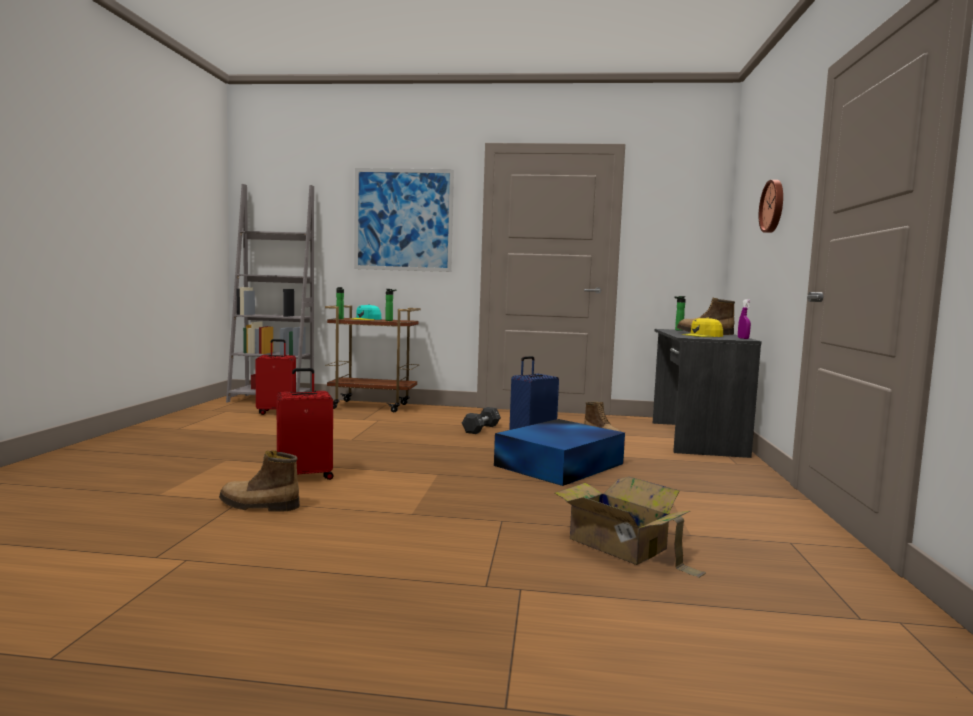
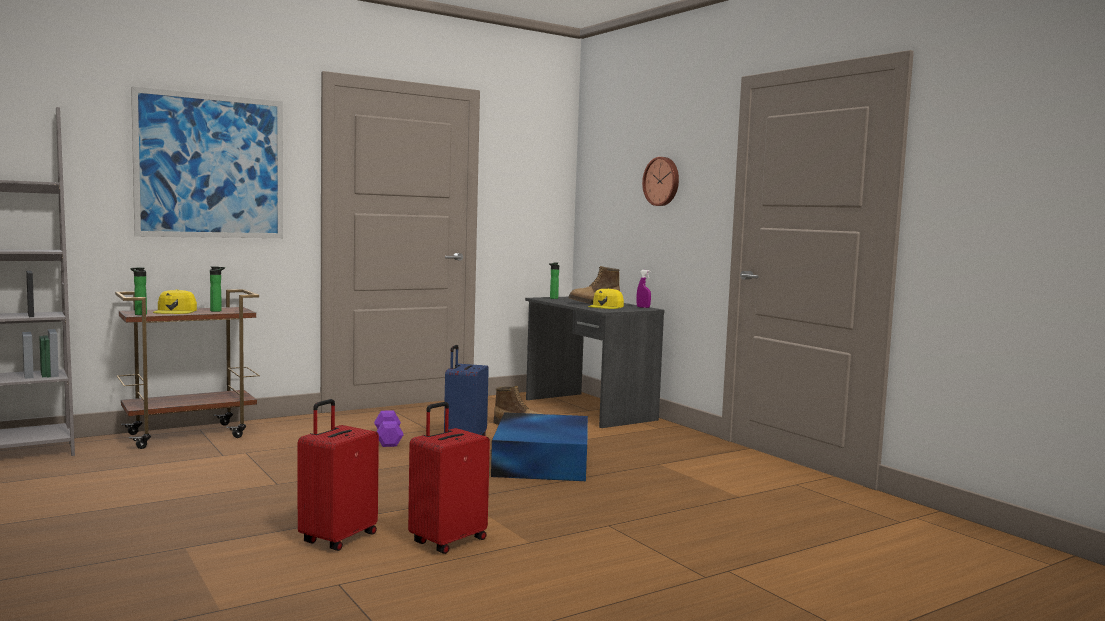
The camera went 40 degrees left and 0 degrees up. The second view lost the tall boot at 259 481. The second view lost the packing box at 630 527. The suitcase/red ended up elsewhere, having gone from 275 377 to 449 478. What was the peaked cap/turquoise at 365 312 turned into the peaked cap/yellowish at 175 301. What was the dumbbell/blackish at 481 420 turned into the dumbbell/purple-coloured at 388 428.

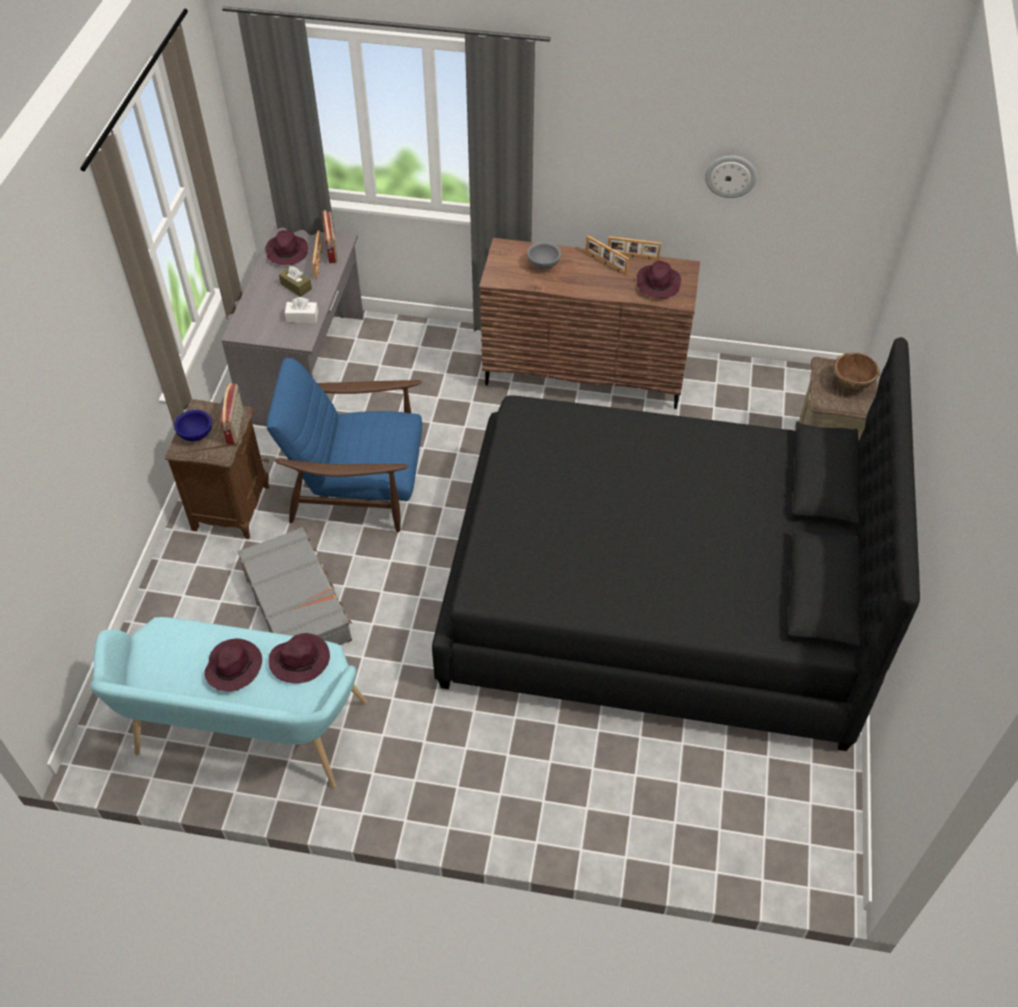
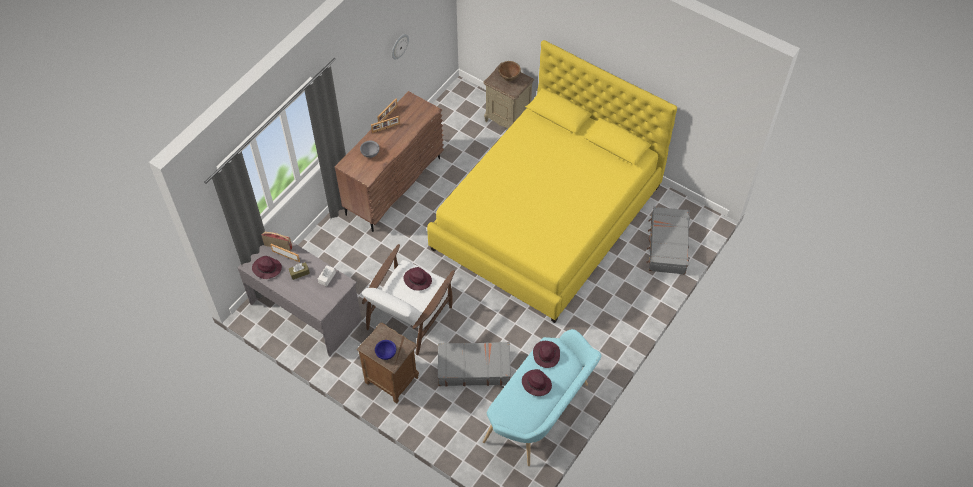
The camera went 65 degrees left and 5 degrees up. The second view lost the radio set at 231 413. The second view gained the suitcase/grey at 668 240. The wearable hat/purple-coloured ended up elsewhere, having gone from 659 279 to 417 279. What was the easy chair/blue at 344 445 turned into the easy chair/white-coloured at 408 299. What was the bed/blackish at 676 544 turned into the bed/yellowish at 552 181.

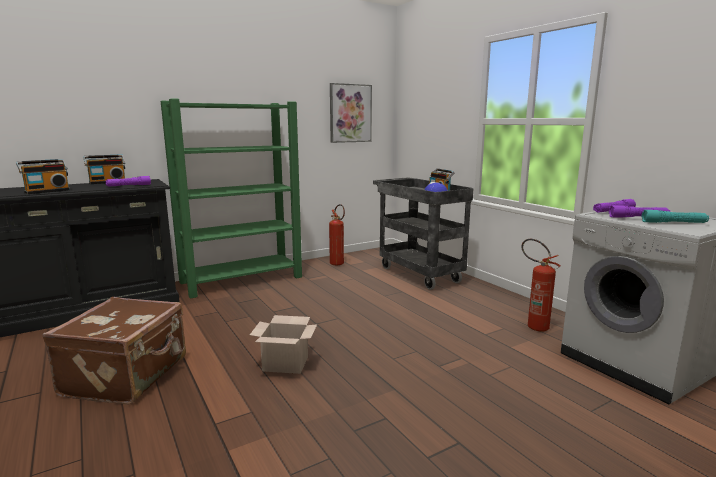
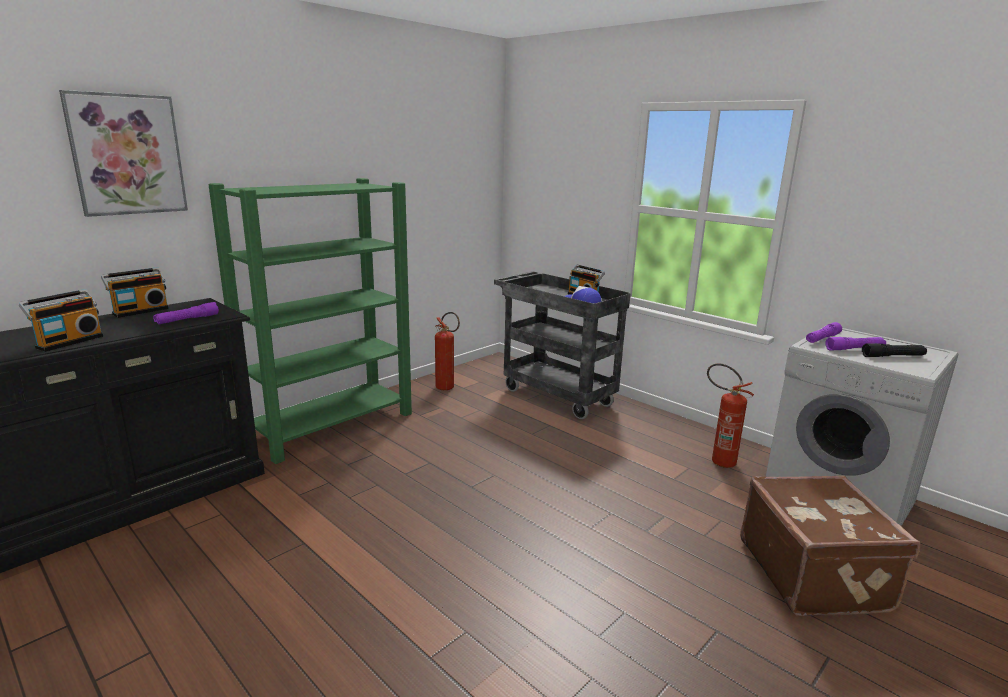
The camera went 15 degrees left and 5 degrees up. The second view lost the packing box at 283 344. The suitcase/brownish ended up elsewhere, having gone from 114 350 to 830 545. The picture ended up elsewhere, having gone from 351 113 to 123 153. What was the hand torch/turquoise at 675 216 turned into the hand torch/blackish at 894 350.

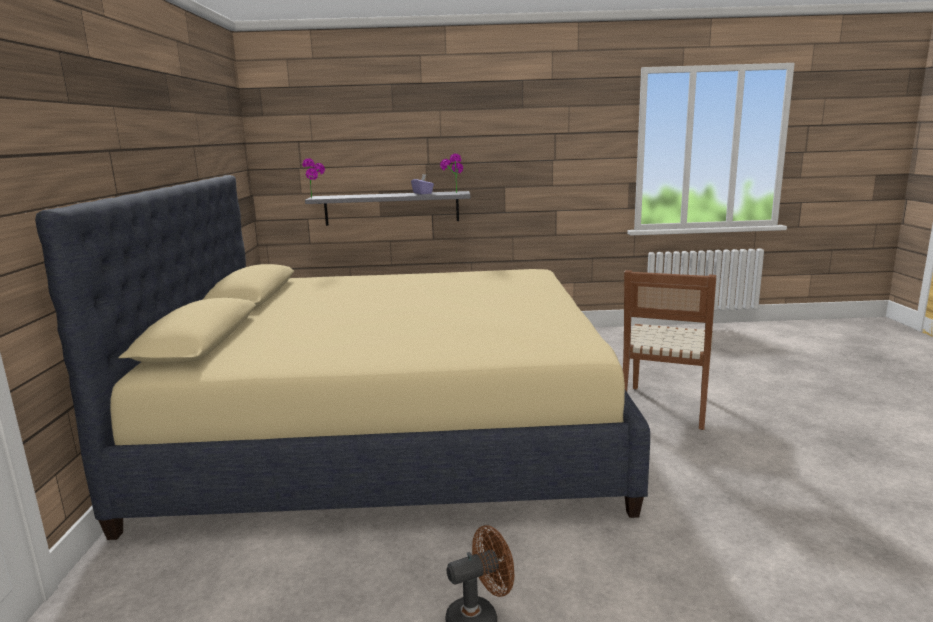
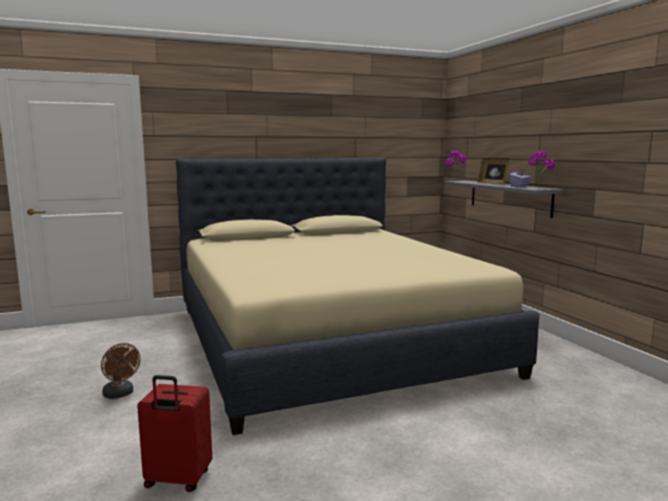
The camera went 70 degrees right and 5 degrees down. The second view lost the plain chair at 669 350. The second view gained the suitcase/red at 174 433. The second view gained the standing frame at 493 171.

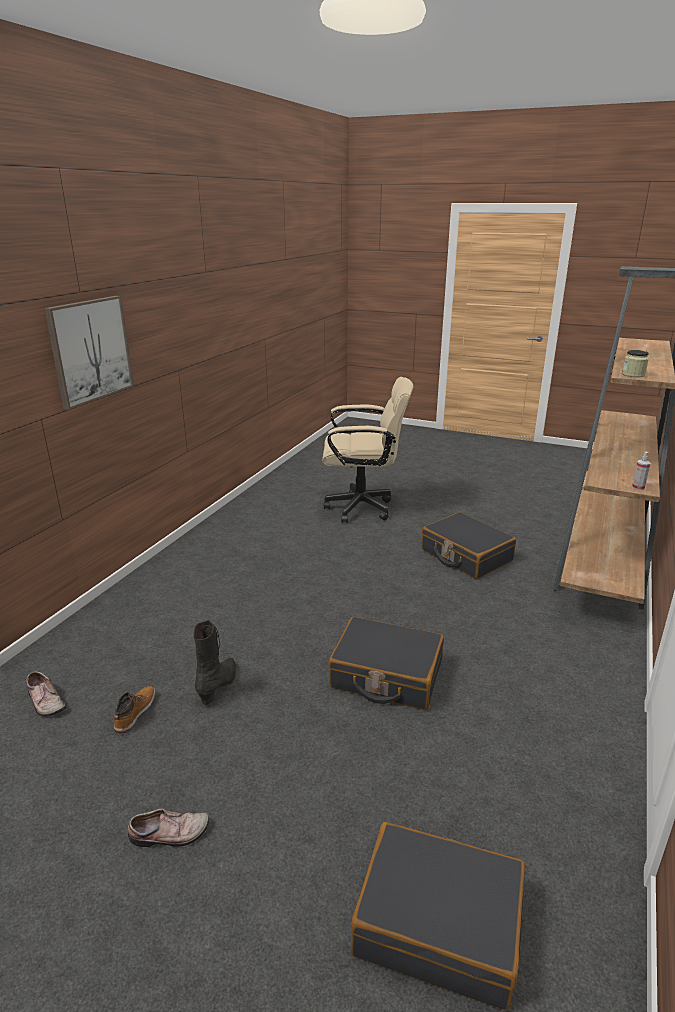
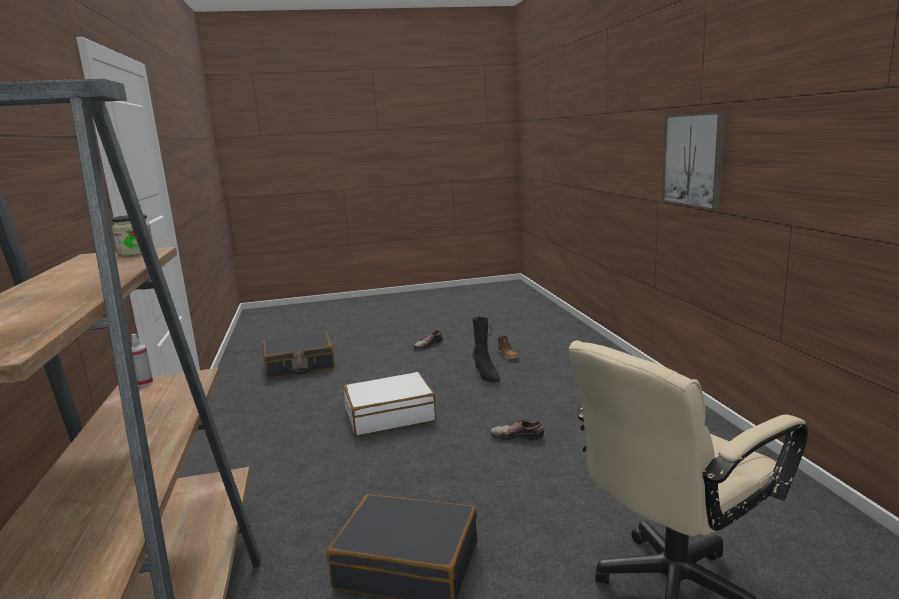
The camera went 145 degrees right and 10 degrees down. The shoe ended up elsewhere, having gone from 47 694 to 517 430. What was the suitcase/blackish at 386 663 turned into the suitcase/white-coloured at 389 404.

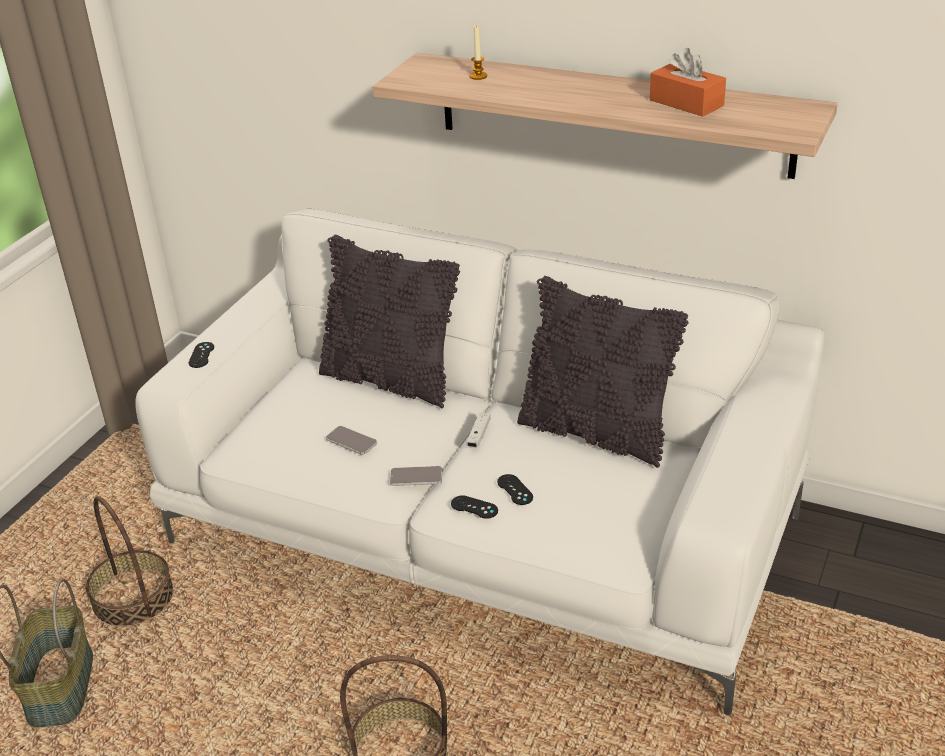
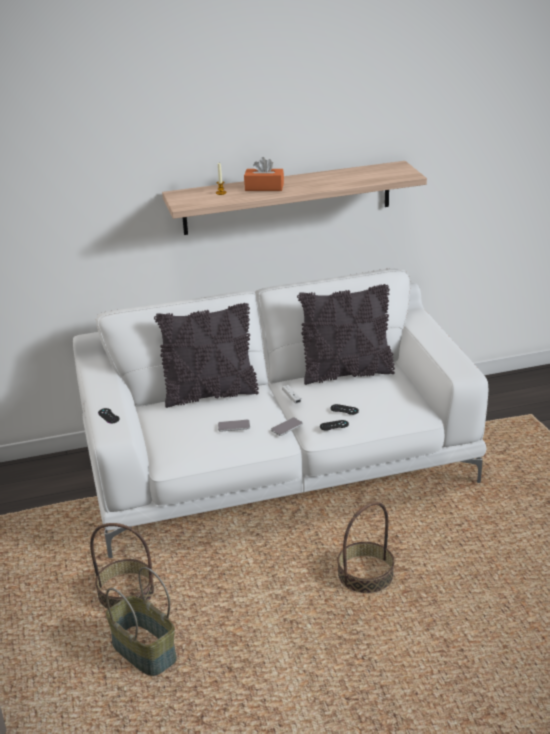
The camera went 40 degrees left and 5 degrees down. The box of tissues/orangey ended up elsewhere, having gone from 688 82 to 264 174.

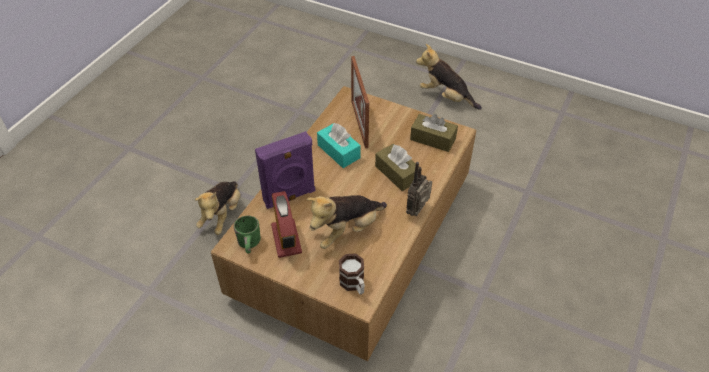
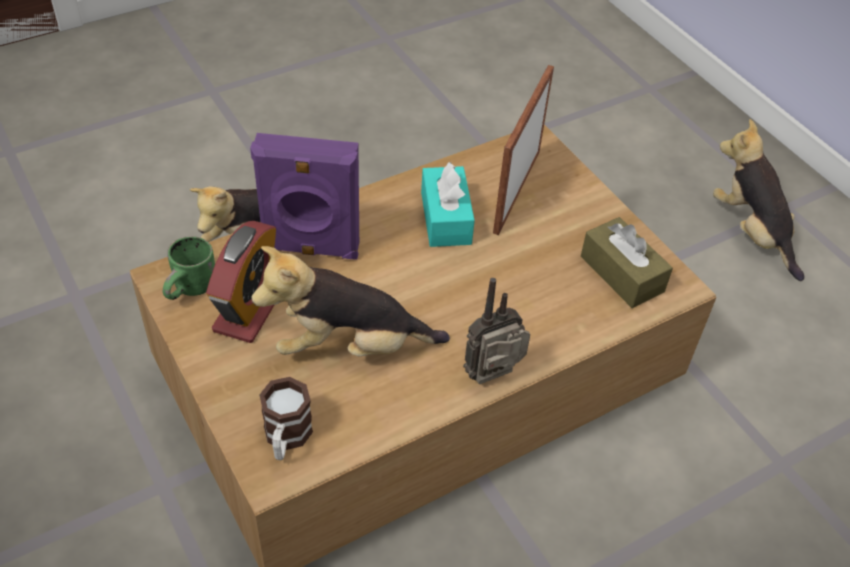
The camera went 30 degrees right and 0 degrees up. The second view lost the box of tissues/brownish at 397 167.

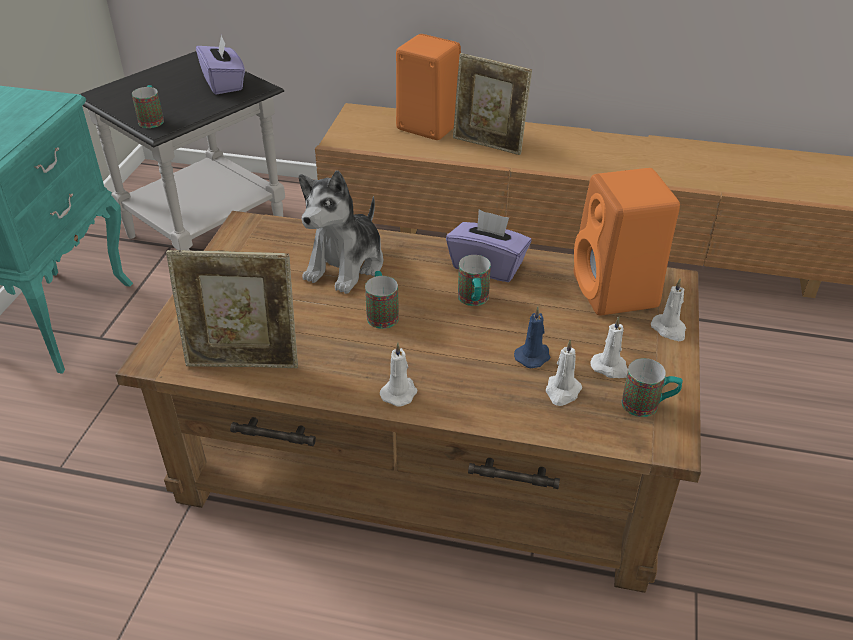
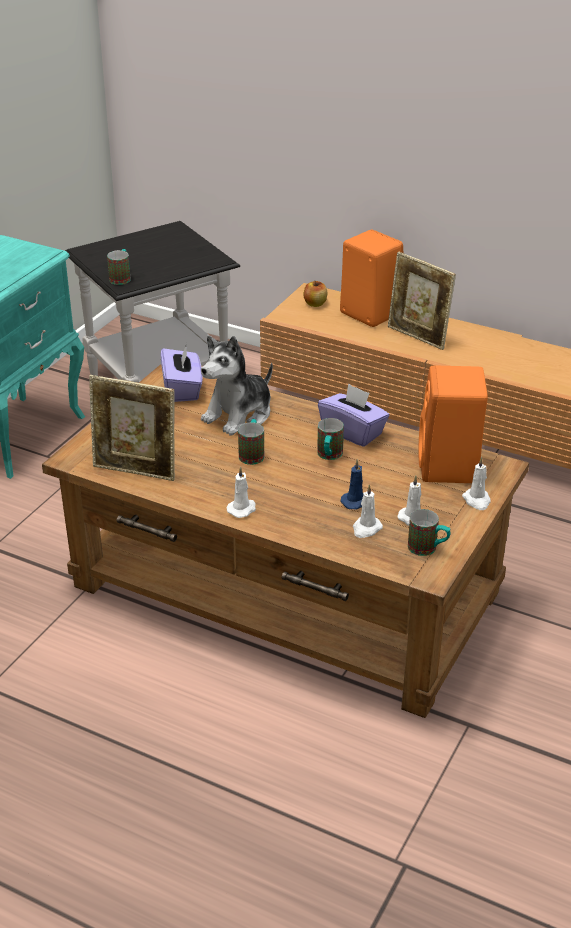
The camera went 15 degrees right and 5 degrees down. The second view gained the apple at 315 294. The box of tissues/purple-coloured ended up elsewhere, having gone from 220 64 to 181 372.

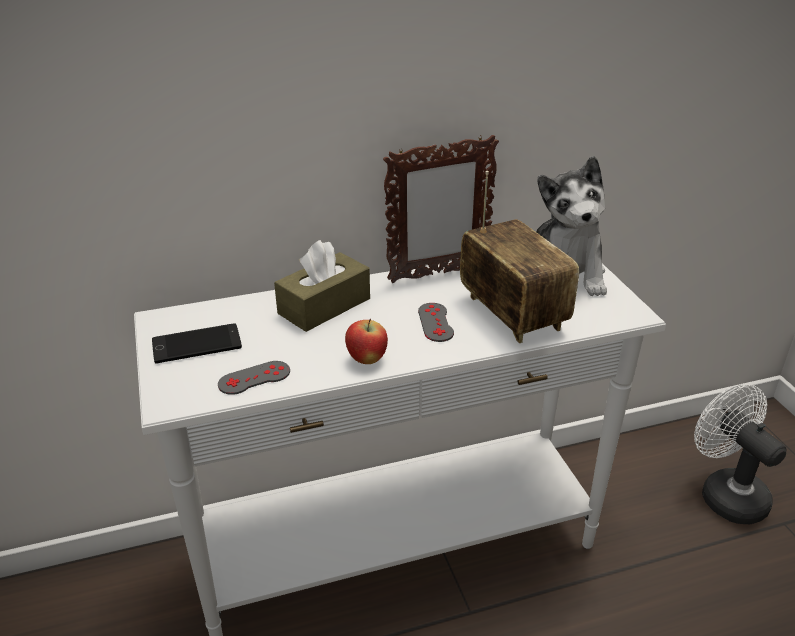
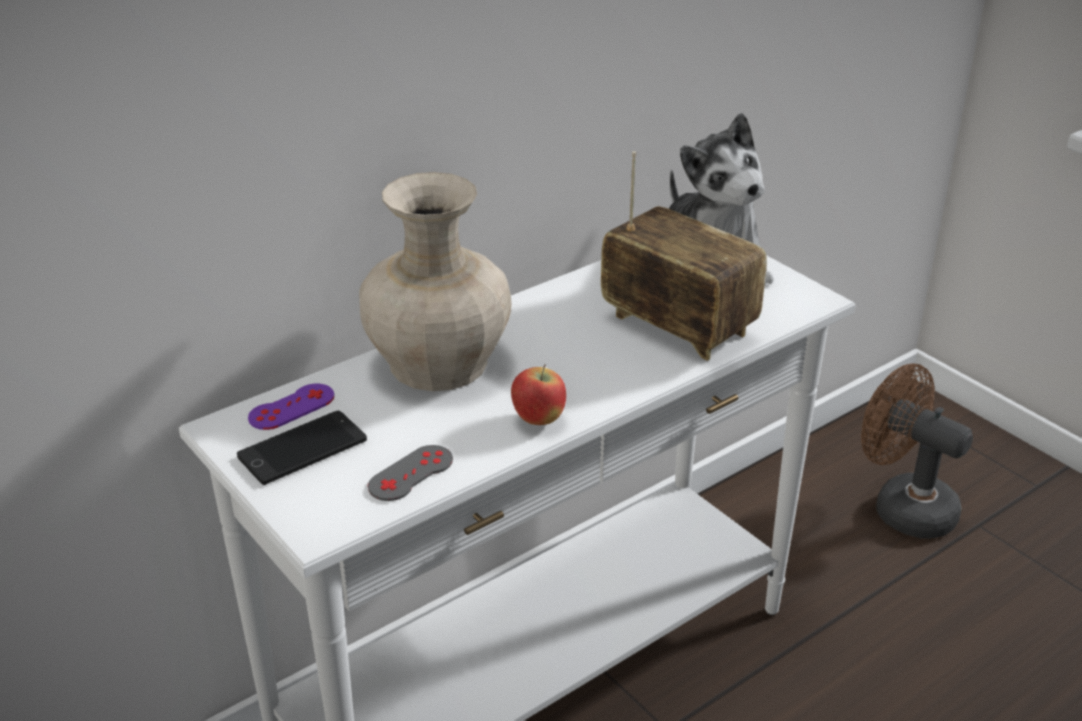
The camera went 20 degrees left and 0 degrees up. The second view lost the standing frame at 441 209. The second view lost the joypad/grey at 436 322. The second view gained the joypad/purple-coloured at 291 407. Where the box of tissues/brownish stood at 322 286, the flower vase/beige-coloured came to stand at 435 281. What was the electric fan/white-coloured at 740 454 turned into the electric fan/brownish at 917 451.

